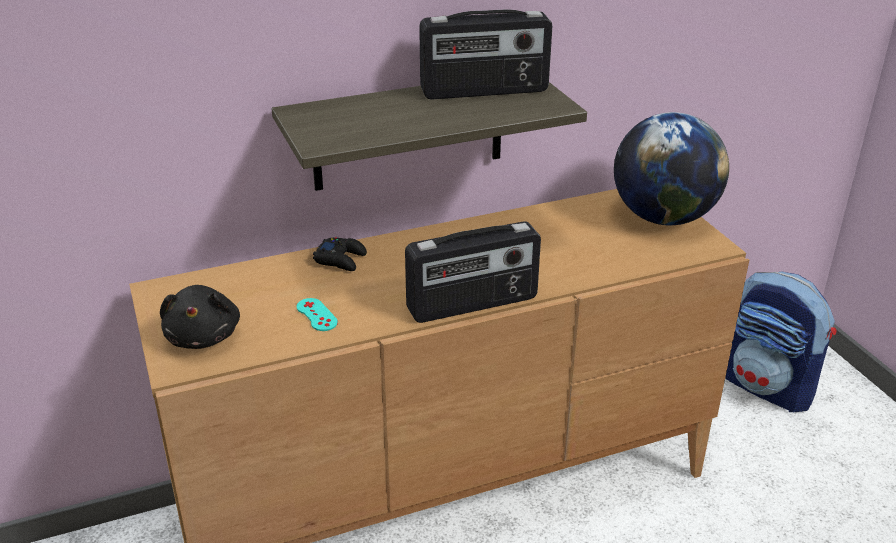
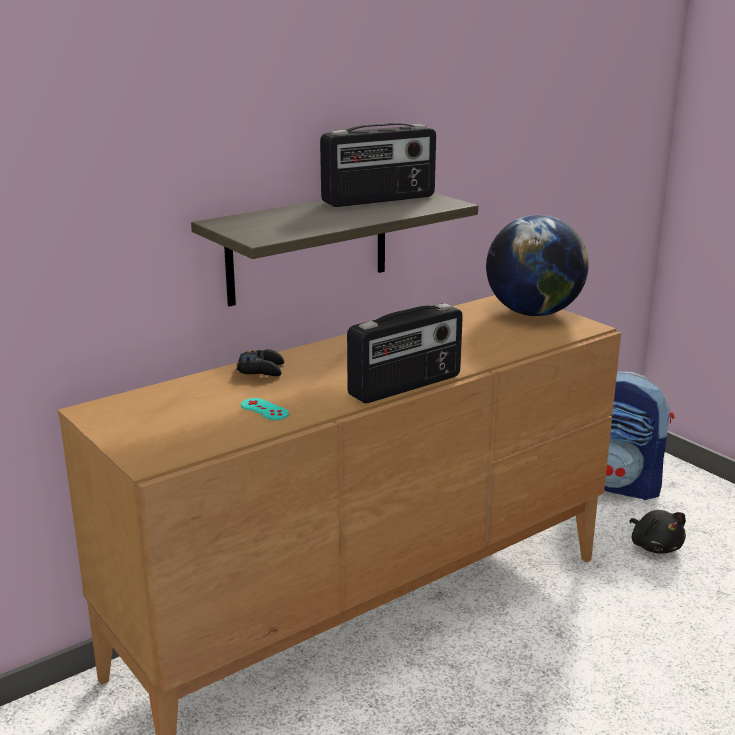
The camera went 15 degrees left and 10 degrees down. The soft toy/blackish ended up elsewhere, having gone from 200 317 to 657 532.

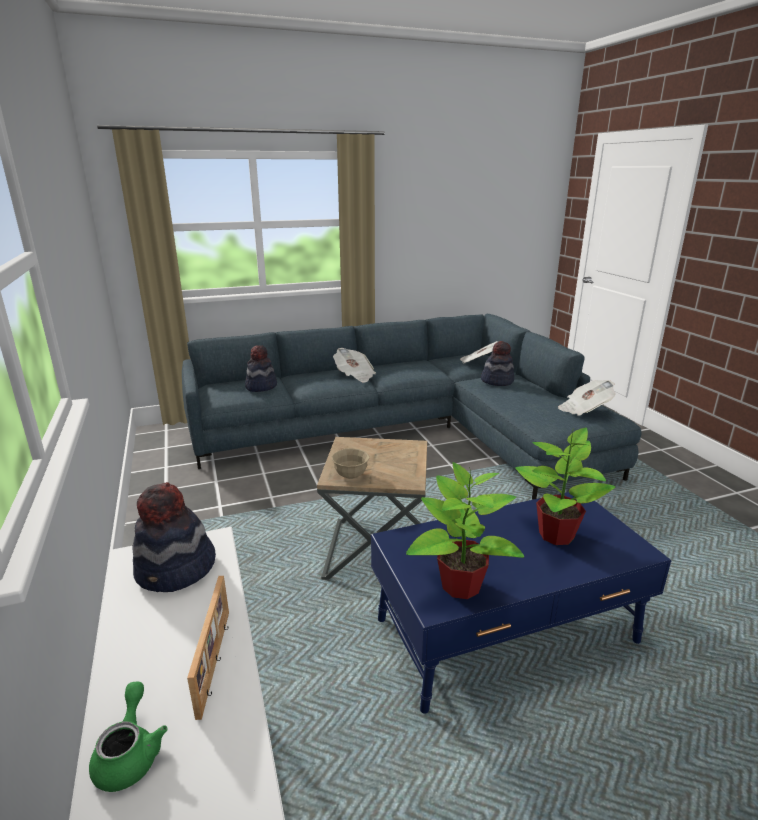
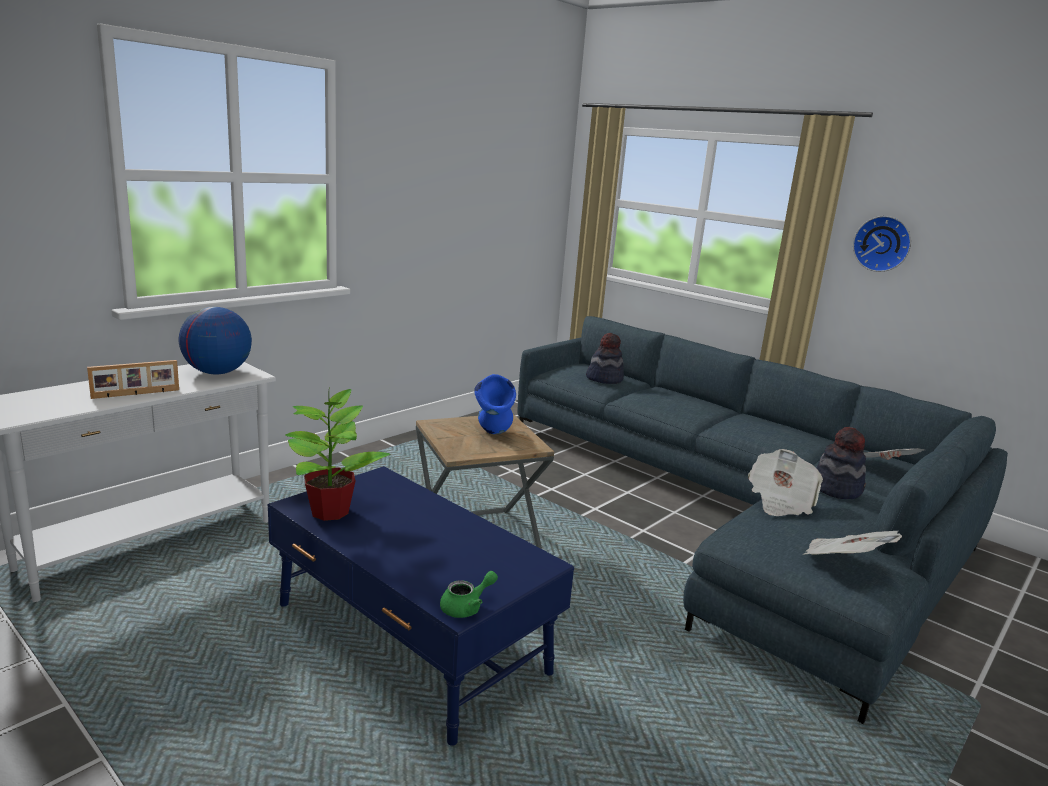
The camera went 60 degrees right and 5 degrees down. The second view lost the bowl/beige-coloured at 351 463. The second view lost the plant in a pot at 565 486. The second view gained the flower vase/blue at 495 404. The second view gained the clock on the wall at 882 244. The tea pot/greenish ended up elsewhere, having gone from 128 736 to 469 594. The printed paper ended up elsewhere, having gone from 354 365 to 785 482. Where the wearable hat stood at 174 537, the desk globe came to stand at 215 340.

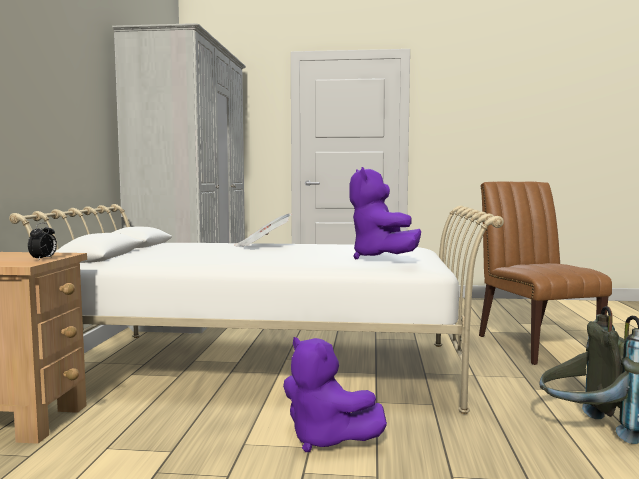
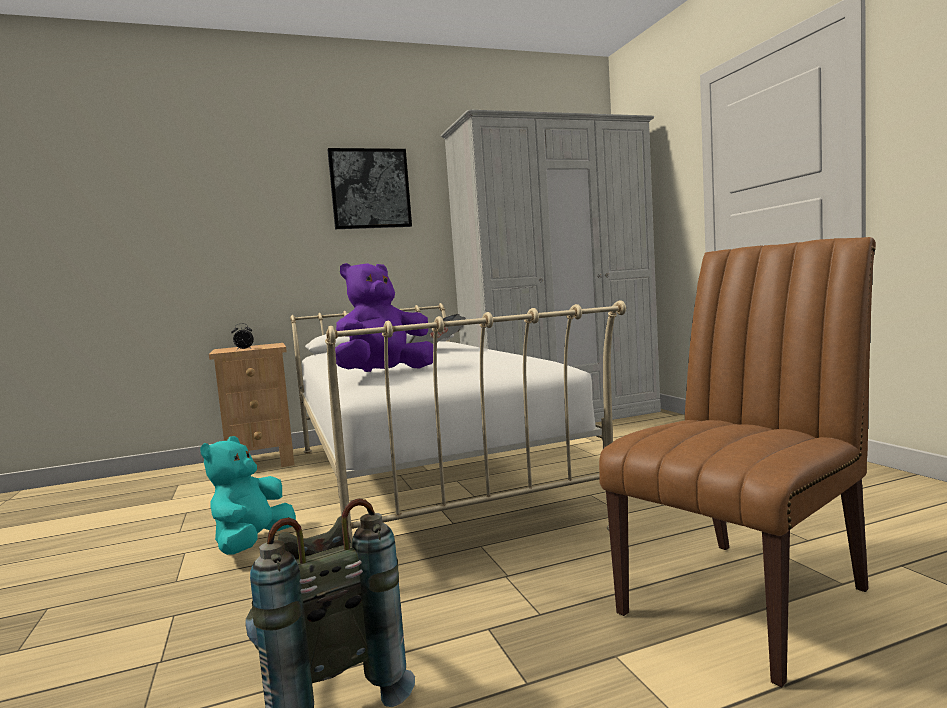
The camera went 65 degrees right and 0 degrees up. The second view gained the picture at 369 188. What was the soft toy/purple-coloured at 335 394 turned into the soft toy/turquoise at 248 495.

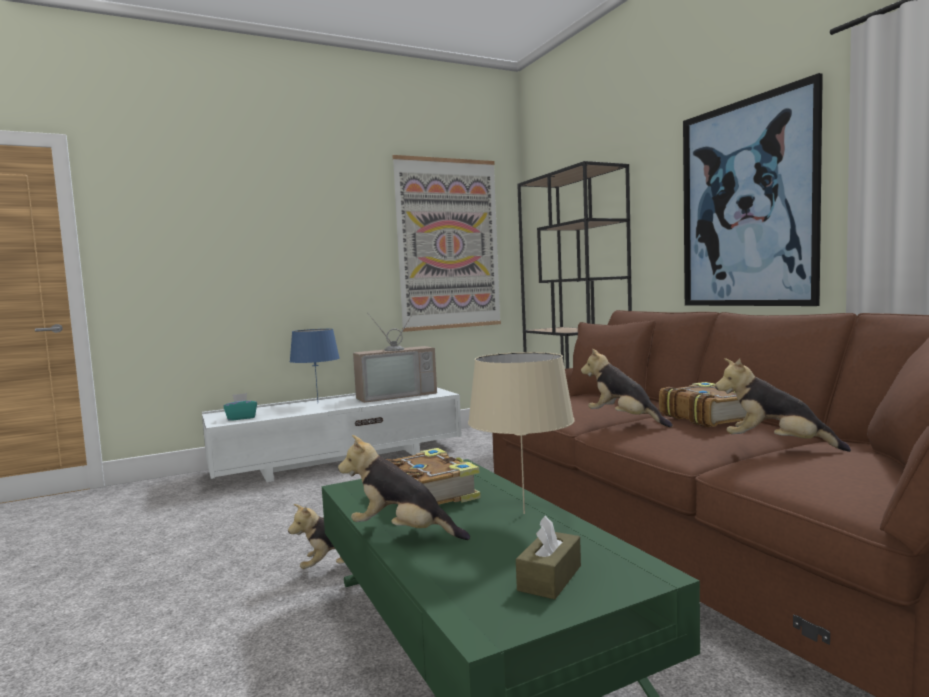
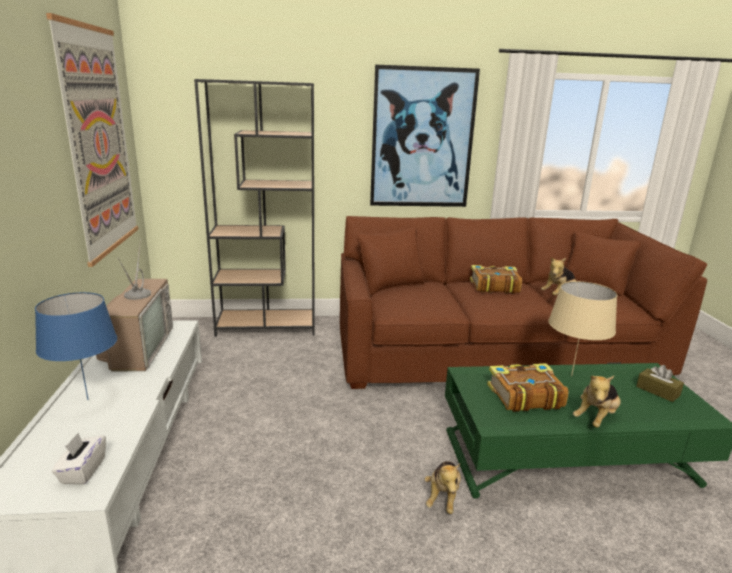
The camera went 70 degrees left and 15 degrees up. The second view lost the soft toy at 627 388. What was the box of tissues/turquoise at 240 407 turned into the box of tissues/white-coloured at 79 459.

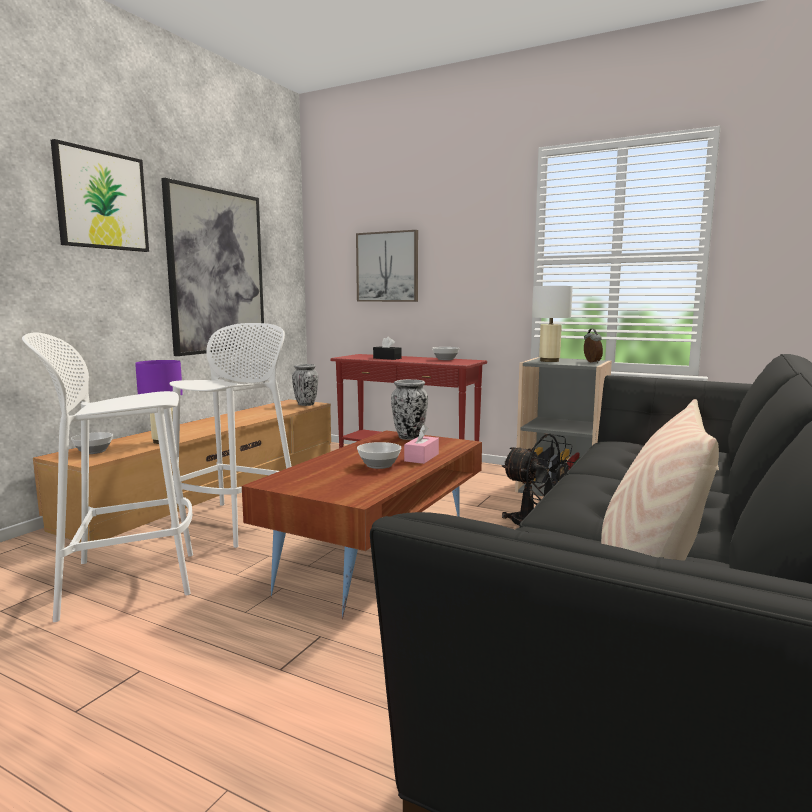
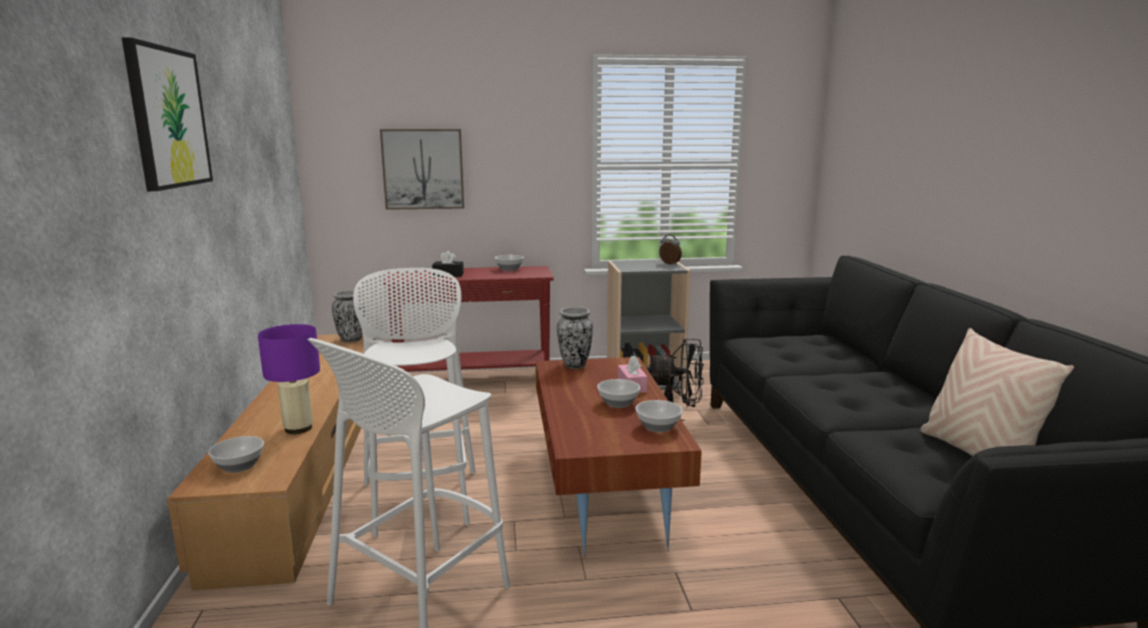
The camera went 35 degrees left and 5 degrees up. The second view lost the picture at 212 267. The second view lost the lamp for a table/white-coloured at 552 324. The second view gained the bowl at 659 416.

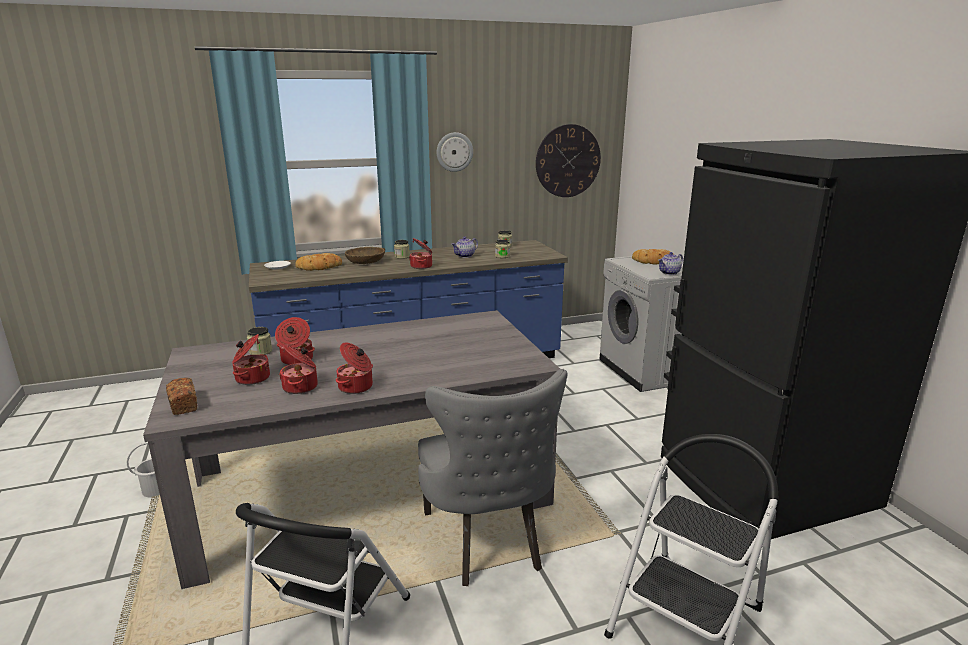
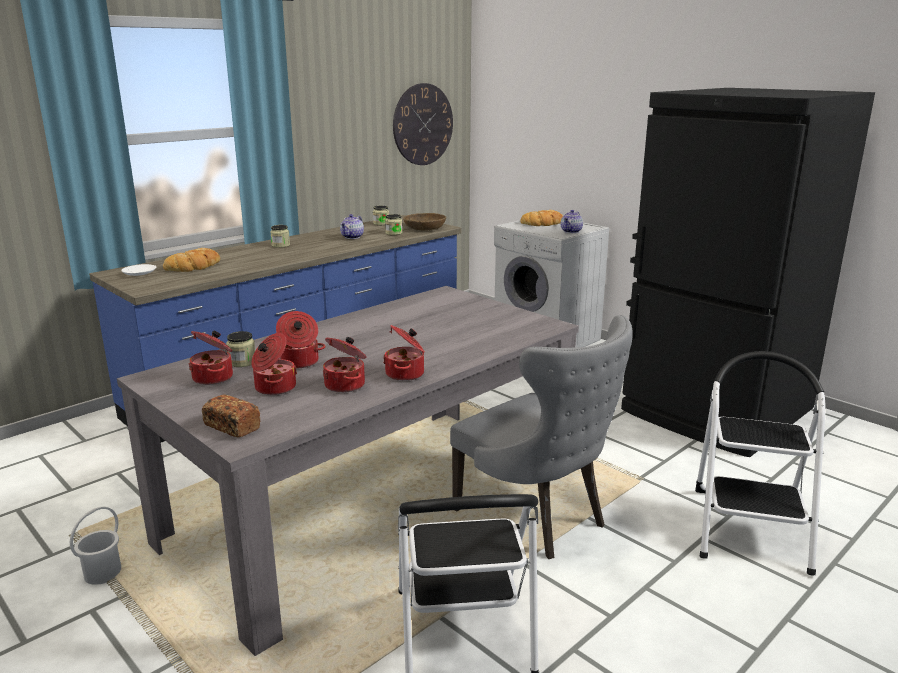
The camera went 25 degrees left and 0 degrees up. The second view lost the clock on the wall at 455 152. The bowl/brownish ended up elsewhere, having gone from 365 255 to 424 221. The cooking pot ended up elsewhere, having gone from 421 253 to 210 358.

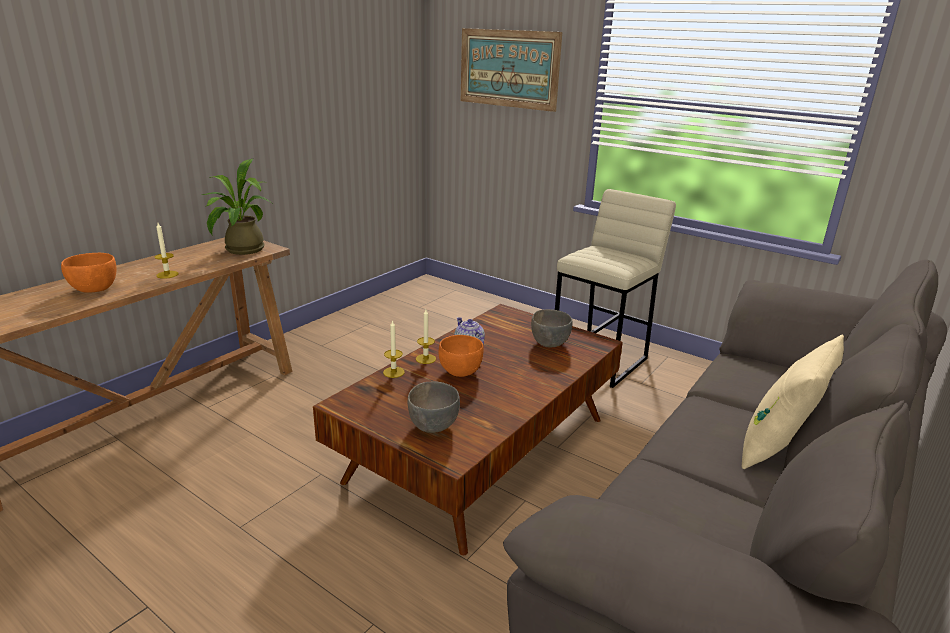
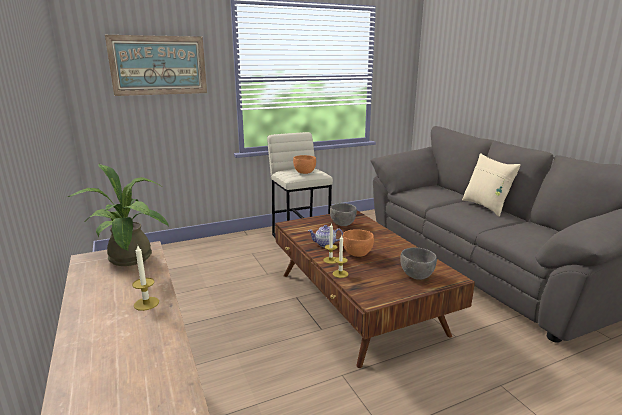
The camera went 60 degrees left and 5 degrees down. The bowl/orangey ended up elsewhere, having gone from 89 273 to 304 164.

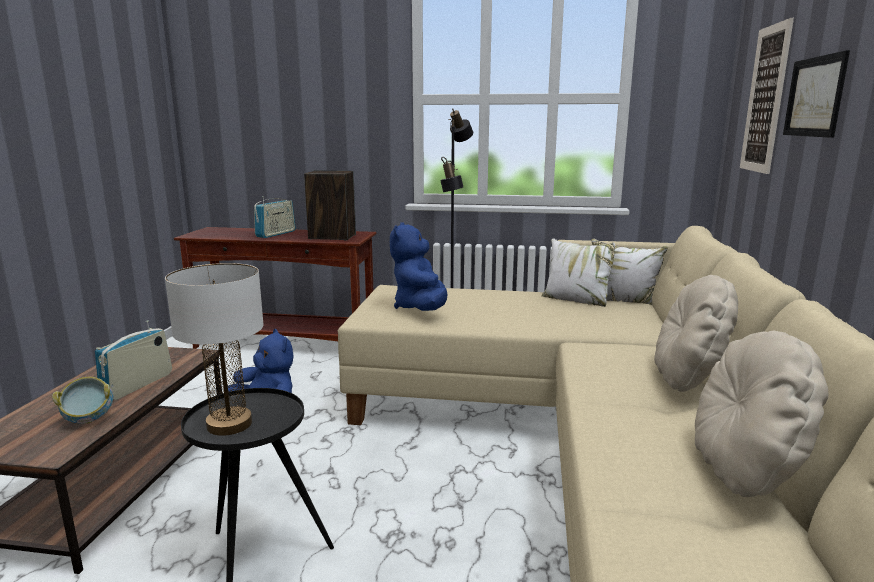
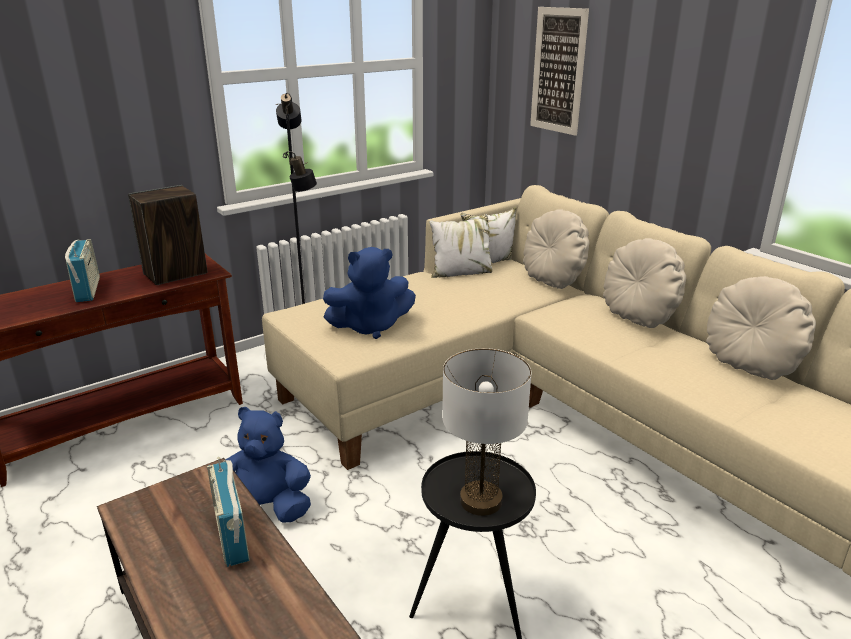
The camera went 45 degrees left and 10 degrees up. The second view lost the bowl at 82 400. The second view lost the picture at 816 94. The second view gained the cushion/beige-coloured at 556 249. The soft toy/blue at 418 266 ended up facing another way, 60 degrees counterclockwise from before.

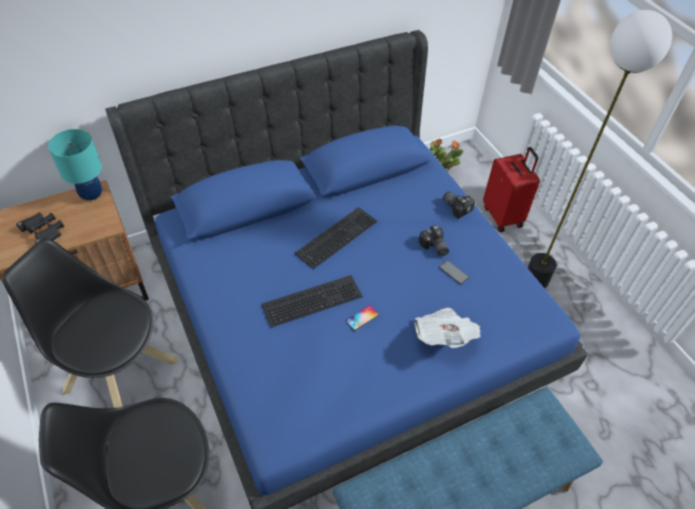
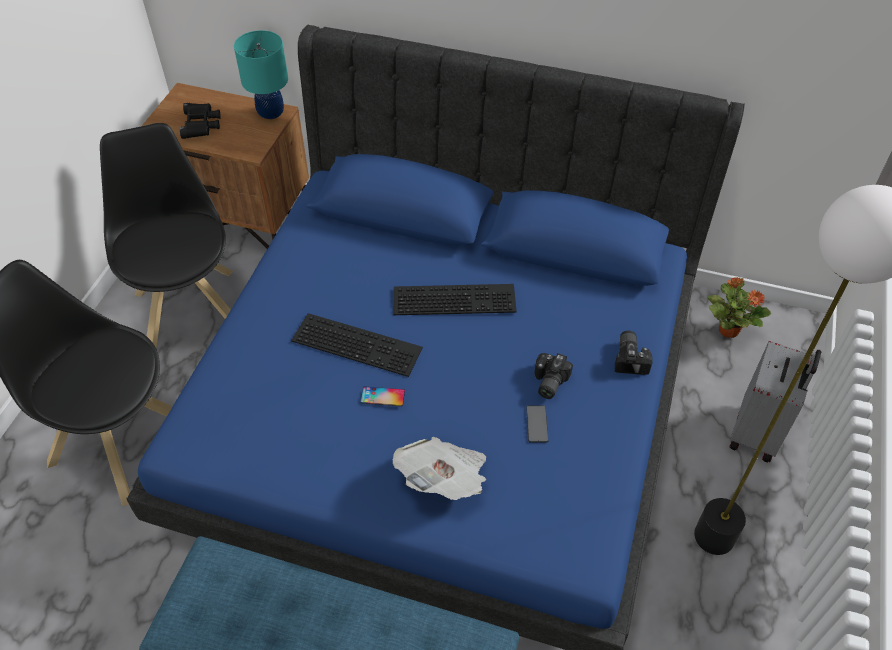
The camera went 45 degrees right and 0 degrees up. What was the suitcase/red at 511 189 turned into the suitcase/grey at 775 402.

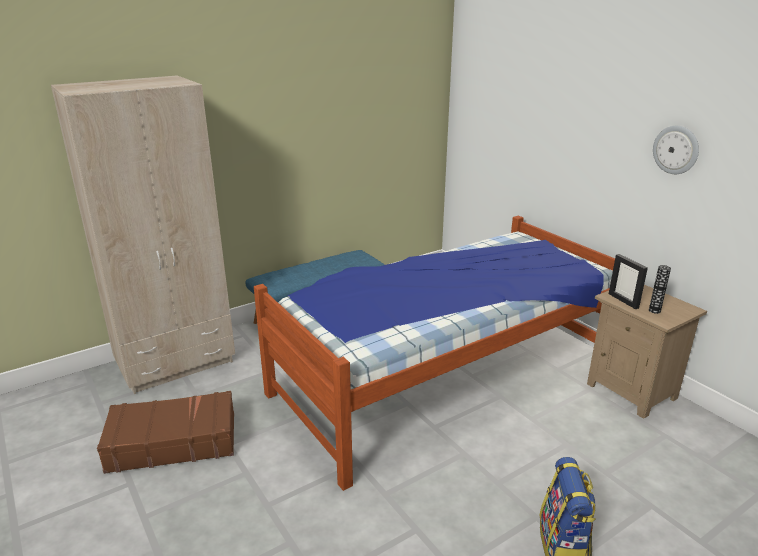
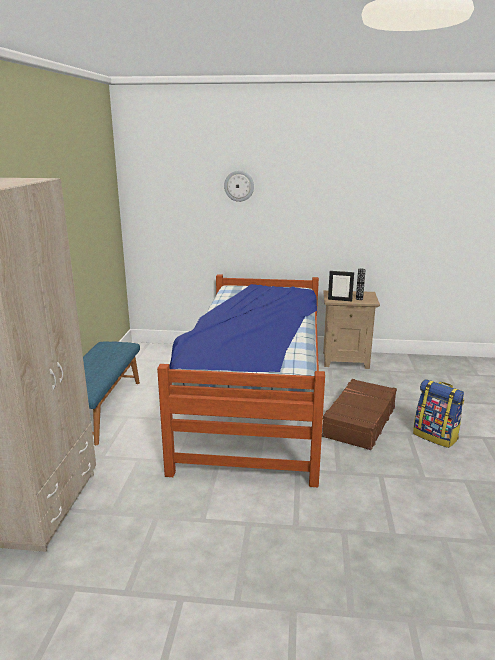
The camera went 50 degrees left and 5 degrees down. The suitcase/brownish ended up elsewhere, having gone from 165 432 to 359 414. The clock on the wall ended up elsewhere, having gone from 676 150 to 239 186.

